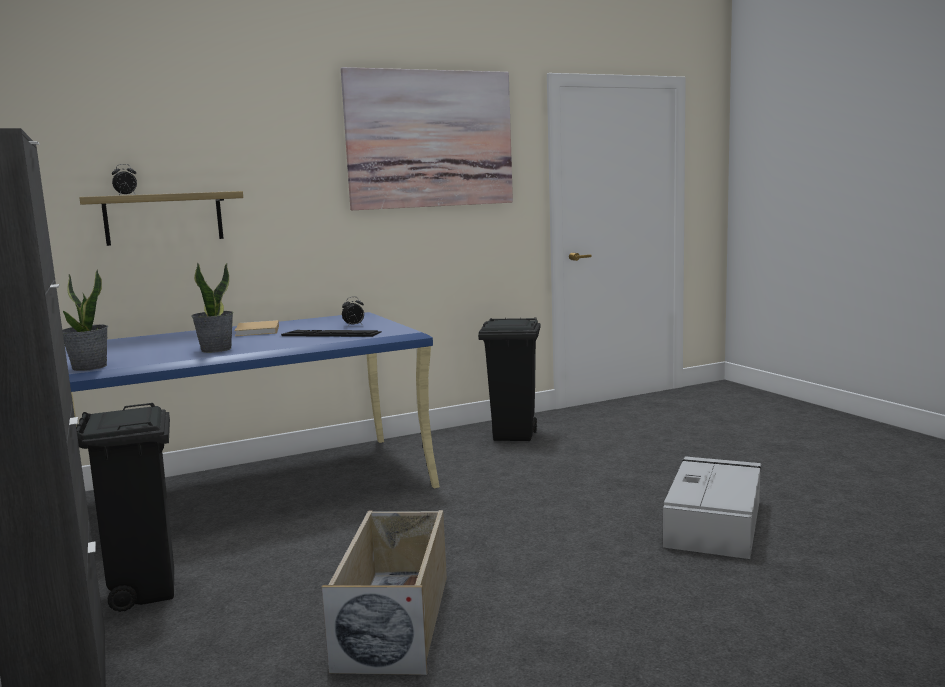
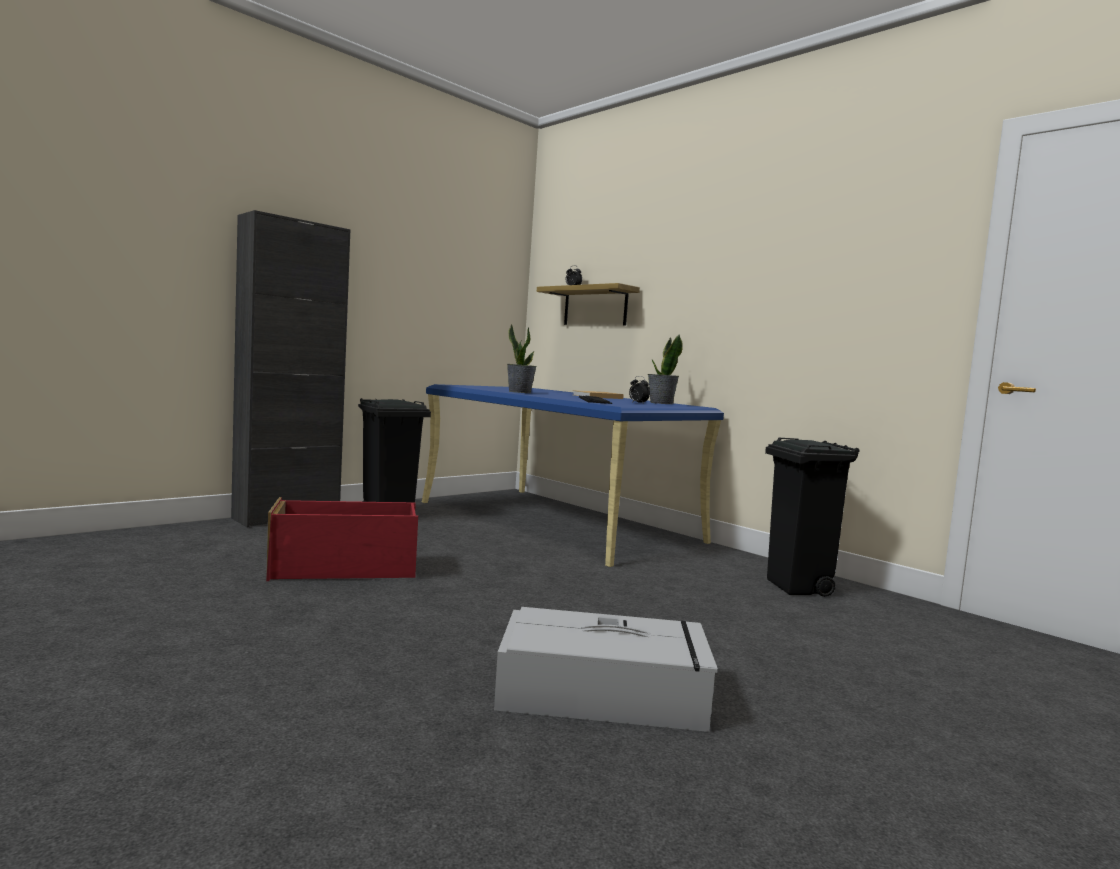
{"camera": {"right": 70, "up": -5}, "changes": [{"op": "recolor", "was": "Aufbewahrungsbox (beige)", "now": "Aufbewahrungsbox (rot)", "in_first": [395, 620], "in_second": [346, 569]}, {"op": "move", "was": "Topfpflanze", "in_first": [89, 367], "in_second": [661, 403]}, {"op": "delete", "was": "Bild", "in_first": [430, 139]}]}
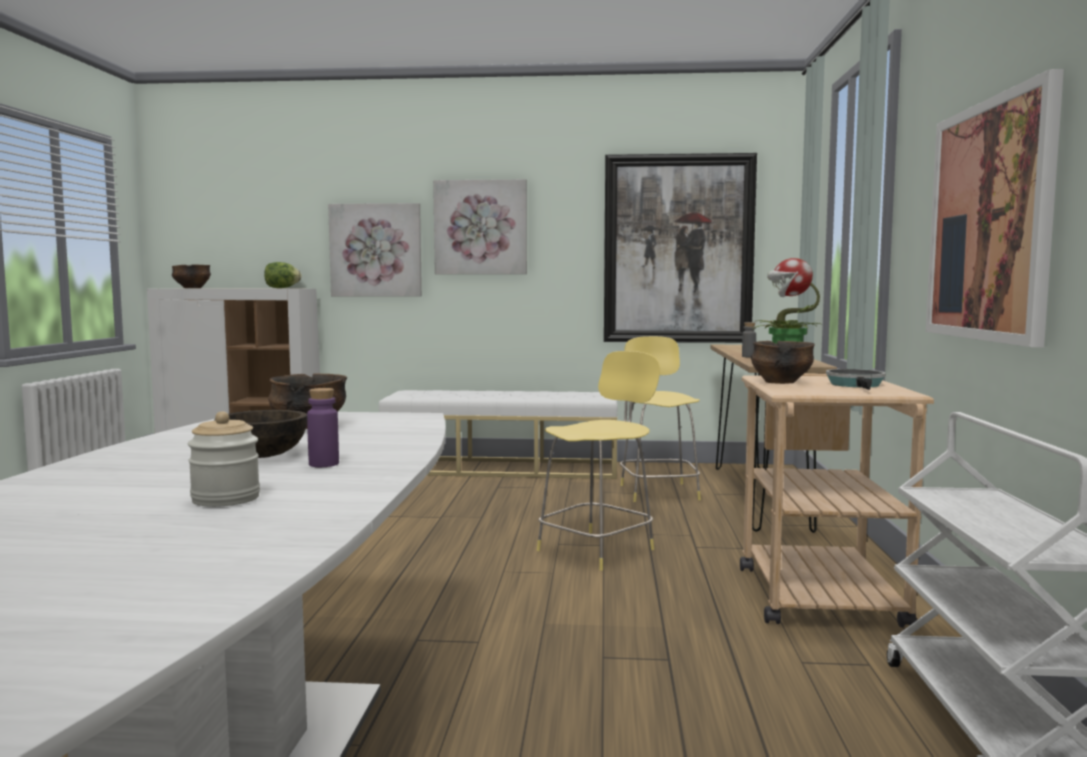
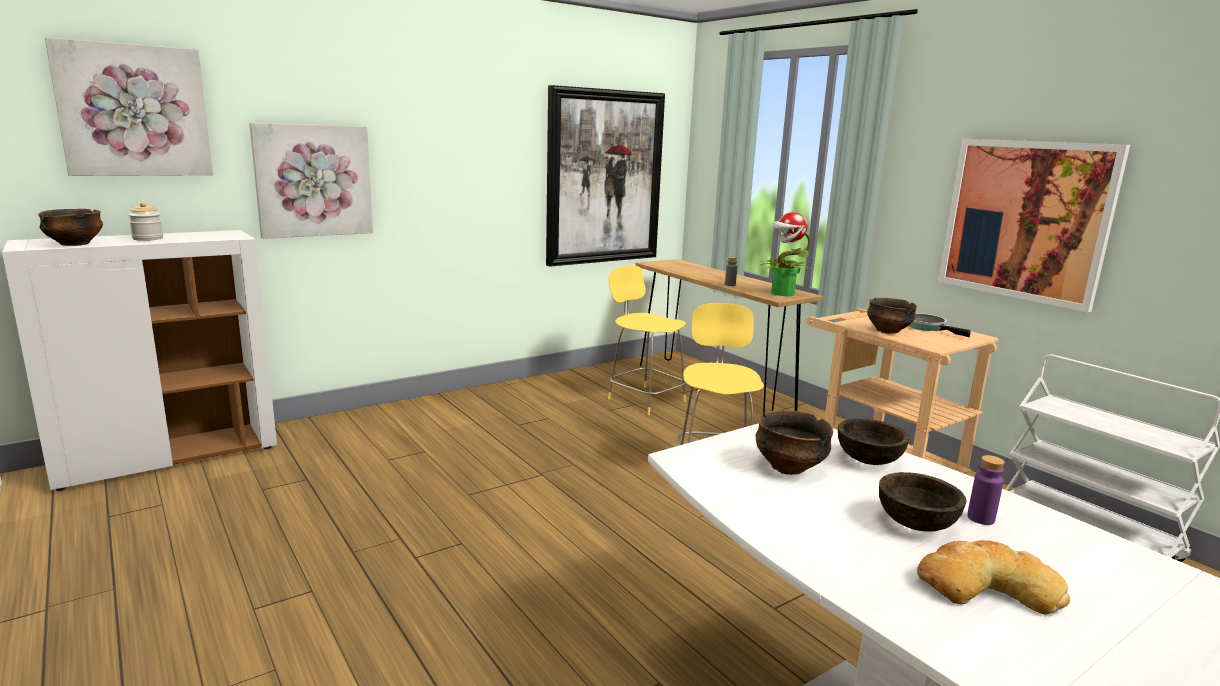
{"camera": {"right": -40, "up": 10}, "changes": [{"op": "move", "was": "Bild", "in_first": [480, 227], "in_second": [134, 111]}, {"op": "move", "was": "Vorratsglas", "in_first": [226, 499], "in_second": [148, 238]}, {"op": "insert", "now": "Schüssel (braun)", "in_second": [869, 460]}, {"op": "insert", "now": "Brot", "in_second": [986, 586]}, {"op": "delete", "was": "Salatkopf", "in_first": [281, 288]}, {"op": "delete", "was": "Bank (weiß)", "in_first": [502, 468]}]}
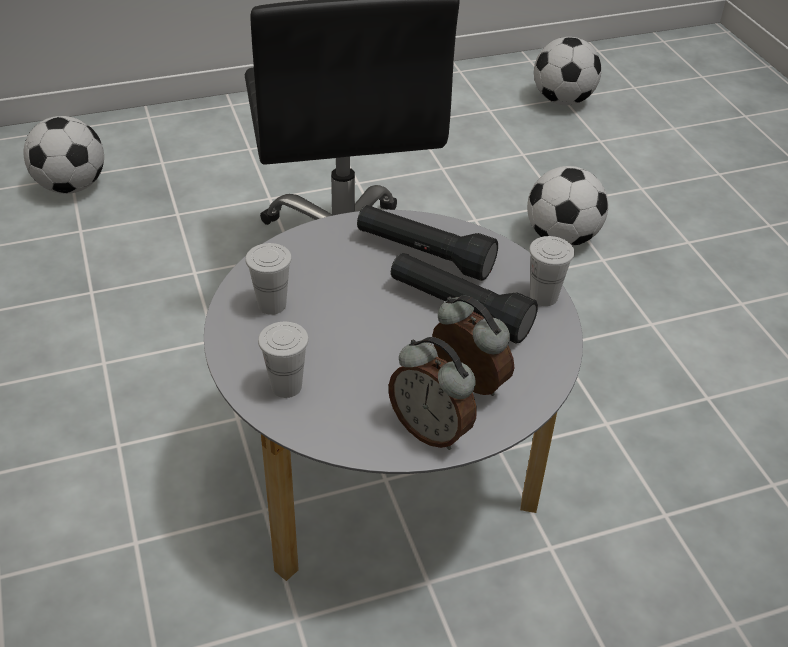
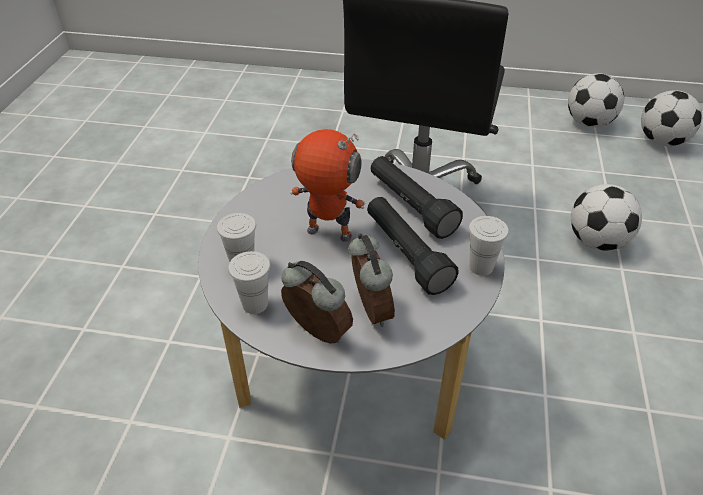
{"camera": {"right": 30, "up": 0}, "changes": [{"op": "move", "was": "Tasse (weiß)", "in_first": [272, 305], "in_second": [255, 304]}, {"op": "rotate", "was": "Wecker", "in_first": [431, 430], "in_second": [316, 334], "clockwise": 150}, {"op": "insert", "now": "Spielzeugroboter", "in_second": [328, 235]}, {"op": "move", "was": "Fußball", "in_first": [71, 186], "in_second": [588, 123]}]}
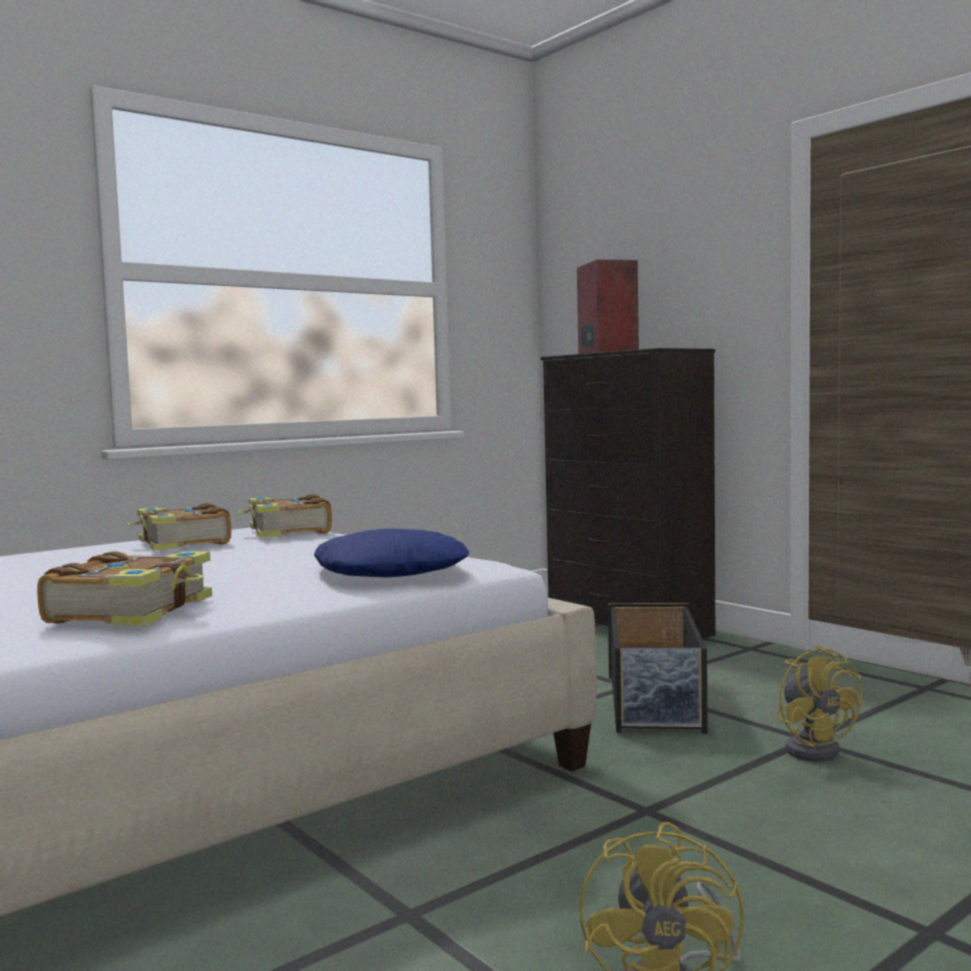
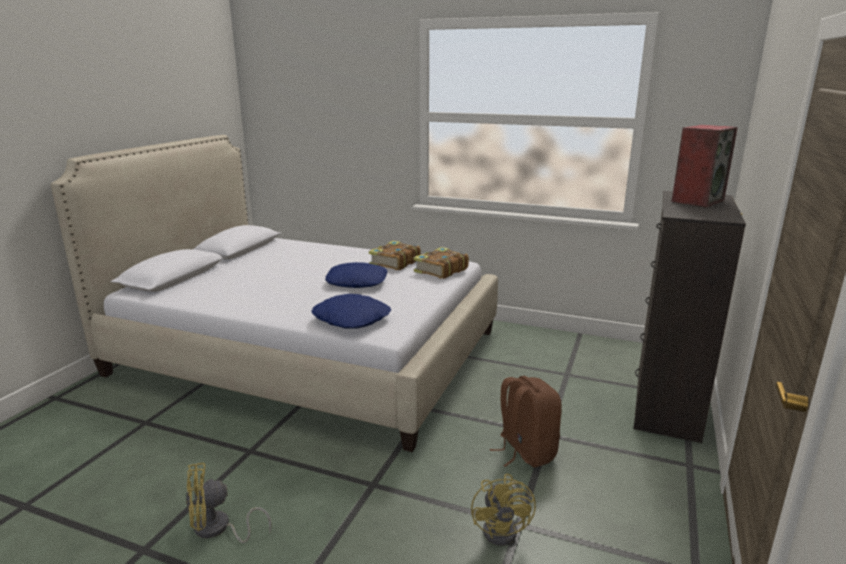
{"camera": {"right": 60, "up": 15}, "changes": [{"op": "insert", "now": "Kissen (blau)", "in_second": [357, 282]}, {"op": "rotate", "was": "Ventilator (gelb)", "in_first": [814, 748], "in_second": [505, 529], "clockwise": -45}, {"op": "replace", "was": "Aufbewahrungsbox (schwarz)", "now": "Rucksack (braun)", "in_first": [655, 704], "in_second": [525, 451]}, {"op": "delete", "was": "Buch", "in_first": [134, 611]}]}
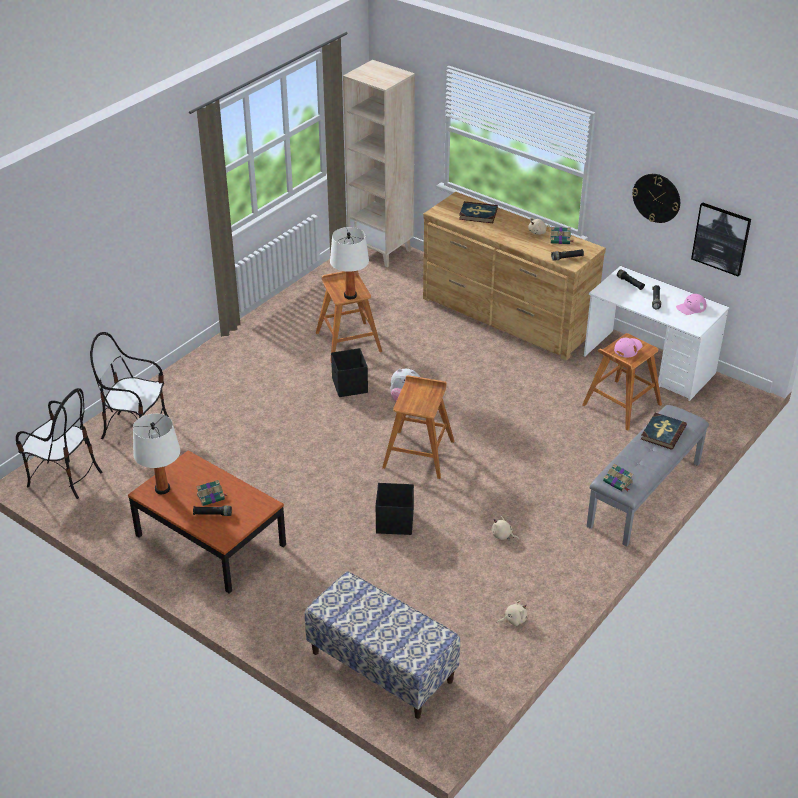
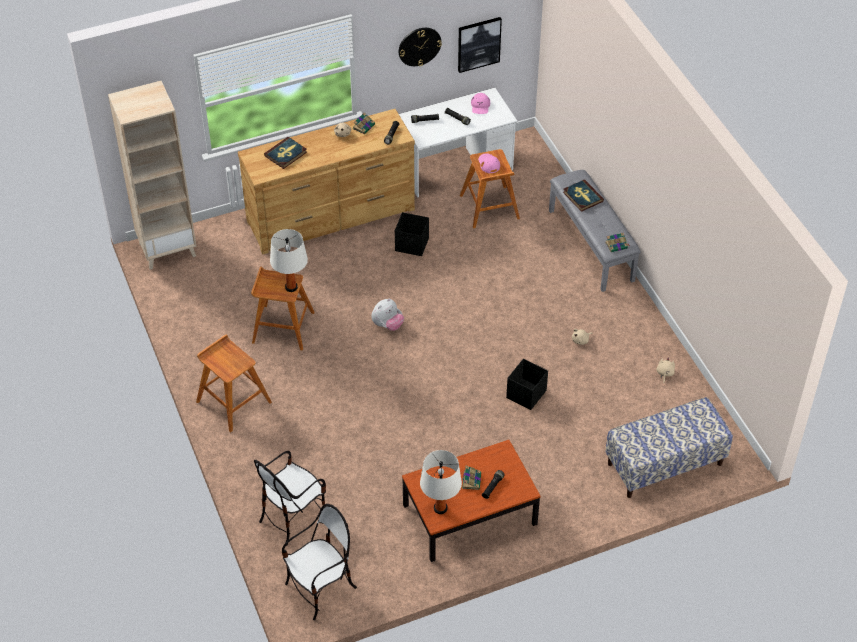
{"camera": {"right": -60, "up": 10}, "changes": [{"op": "move", "was": "Hocker (braun)", "in_first": [419, 453], "in_second": [233, 401]}, {"op": "move", "was": "Aufbewahrungsbox (schwarz)", "in_first": [349, 386], "in_second": [412, 245]}]}
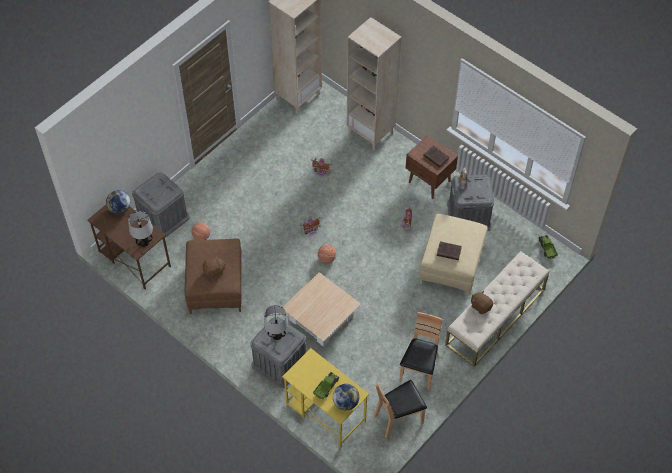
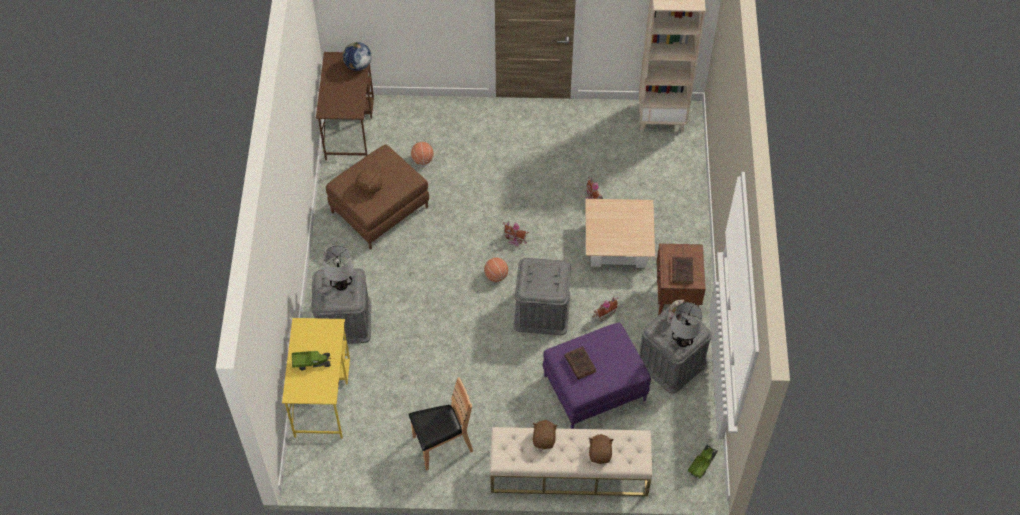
{"camera": {"right": 50, "up": 0}, "changes": [{"op": "move", "was": "Aufbewahrungsbox (grau)", "in_first": [163, 217], "in_second": [542, 310]}, {"op": "recolor", "was": "Polsterhocker (beige)", "now": "Polsterhocker (lila)", "in_first": [451, 265], "in_second": [594, 388]}, {"op": "move", "was": "Couchtisch (beige)", "in_first": [321, 318], "in_second": [618, 244]}, {"op": "insert", "now": "Plüschtier (braun)", "in_second": [600, 453]}, {"op": "move", "was": "Tischlampe", "in_first": [144, 242], "in_second": [683, 341]}, {"op": "delete", "was": "Globus", "in_first": [345, 402]}, {"op": "delete", "was": "Bücherregal (beige)", "in_first": [371, 133]}, {"op": "delete", "was": "Stuhl (braun)", "in_first": [398, 418]}]}
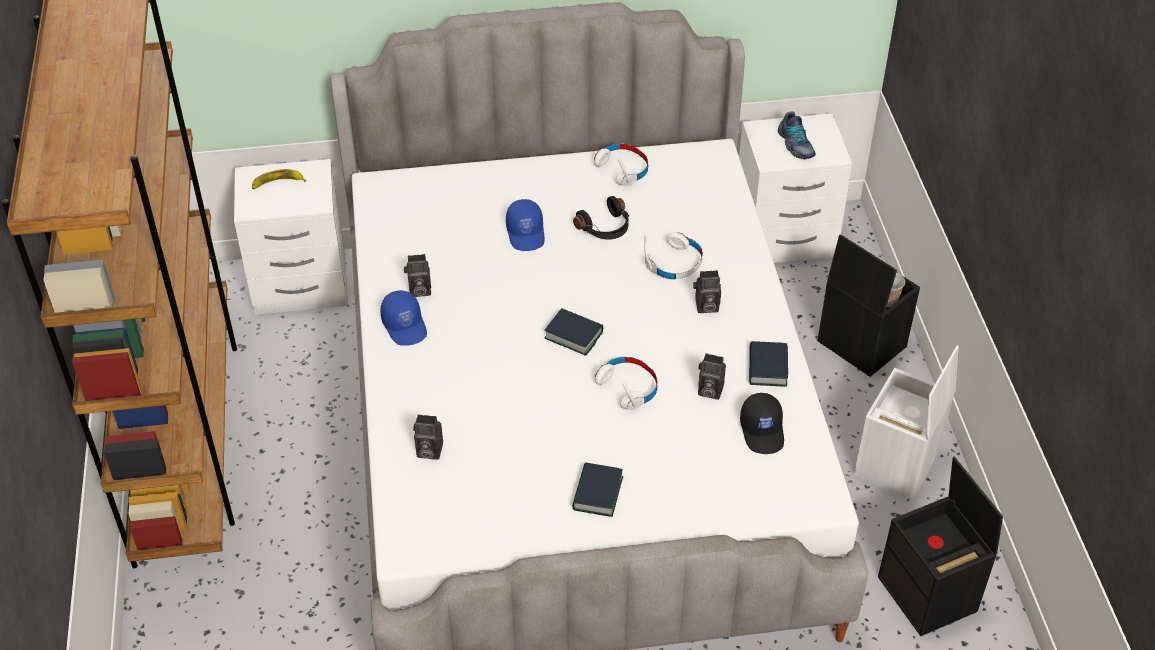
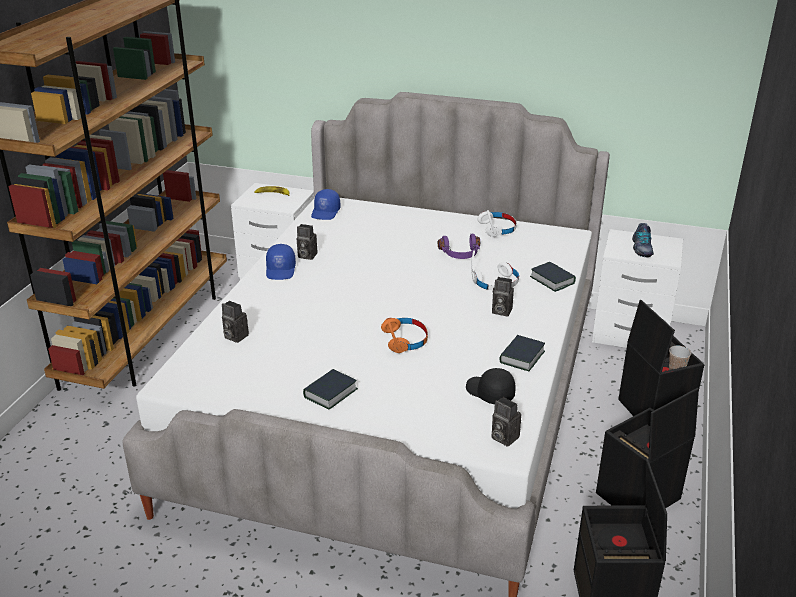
{"camera": {"right": 25, "up": -15}, "changes": [{"op": "move", "was": "Kappe (blau)", "in_first": [526, 233], "in_second": [326, 212]}, {"op": "recolor", "was": "Kopfhörer (weiß)", "now": "Kopfhörer (orange)", "in_first": [628, 387], "in_second": [405, 340]}, {"op": "recolor", "was": "Kopfhörer (schwarz)", "now": "Kopfhörer (lila)", "in_first": [606, 228], "in_second": [460, 254]}, {"op": "rotate", "was": "Kappe (schwarz)", "in_first": [763, 431], "in_second": [489, 393], "clockwise": 120}, {"op": "move", "was": "Kamera", "in_first": [708, 391], "in_second": [503, 437]}, {"op": "move", "was": "Buch", "in_first": [573, 335], "in_second": [552, 280]}, {"op": "recolor", "was": "Aufbewahrungsbox (weiß)", "now": "Aufbewahrungsbox (schwarz)", "in_first": [897, 465], "in_second": [638, 497]}]}
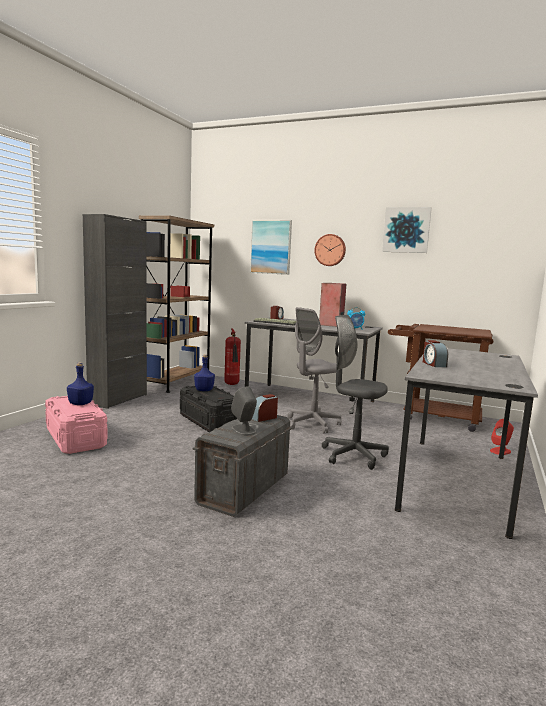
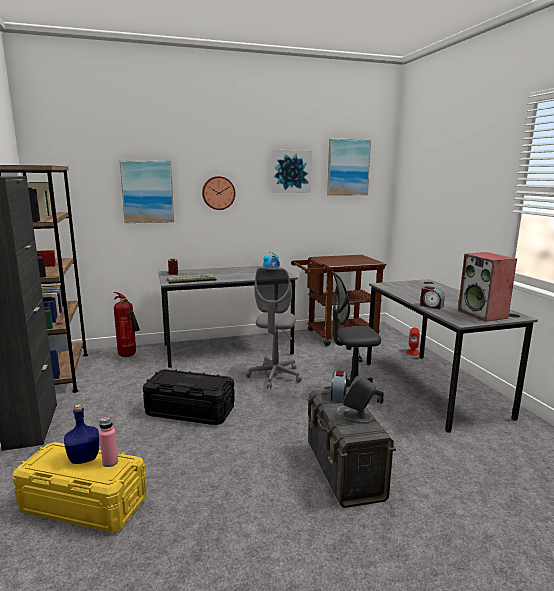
{"camera": {"right": -40, "up": 5}, "changes": [{"op": "recolor", "was": "Aufbewahrungsbox (rosa)", "now": "Aufbewahrungsbox (gelb)", "in_first": [75, 437], "in_second": [84, 504]}, {"op": "insert", "now": "Flasche (rosa)", "in_second": [110, 462]}, {"op": "insert", "now": "Bild", "in_second": [348, 167]}, {"op": "move", "was": "Lautsprecher", "in_first": [331, 324], "in_second": [483, 314]}, {"op": "delete", "was": "Flasche (blau)", "in_first": [203, 390]}]}
